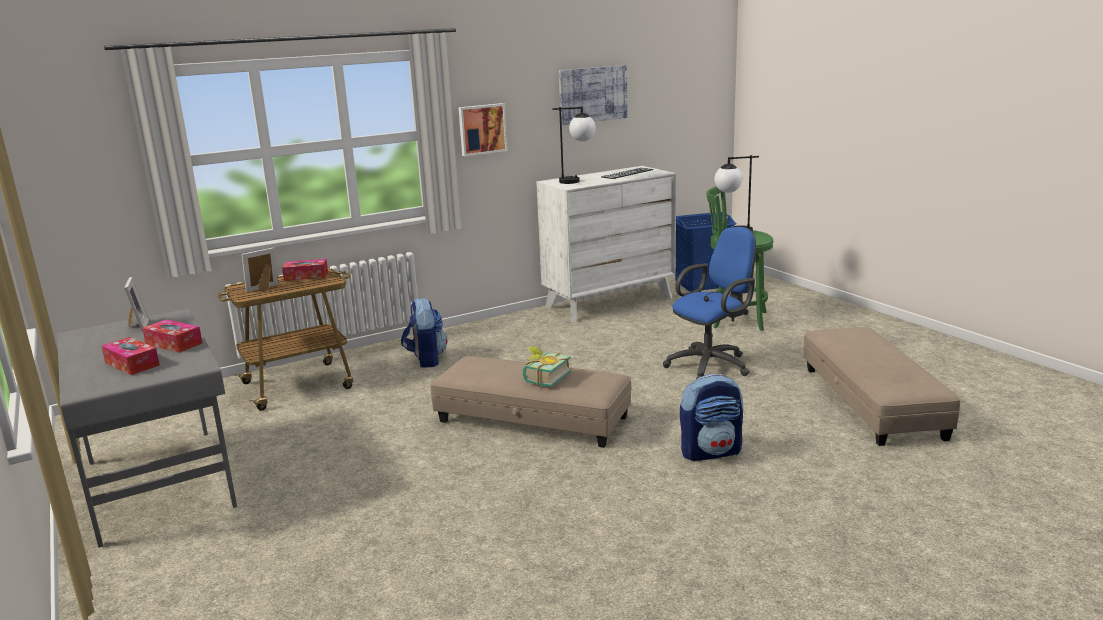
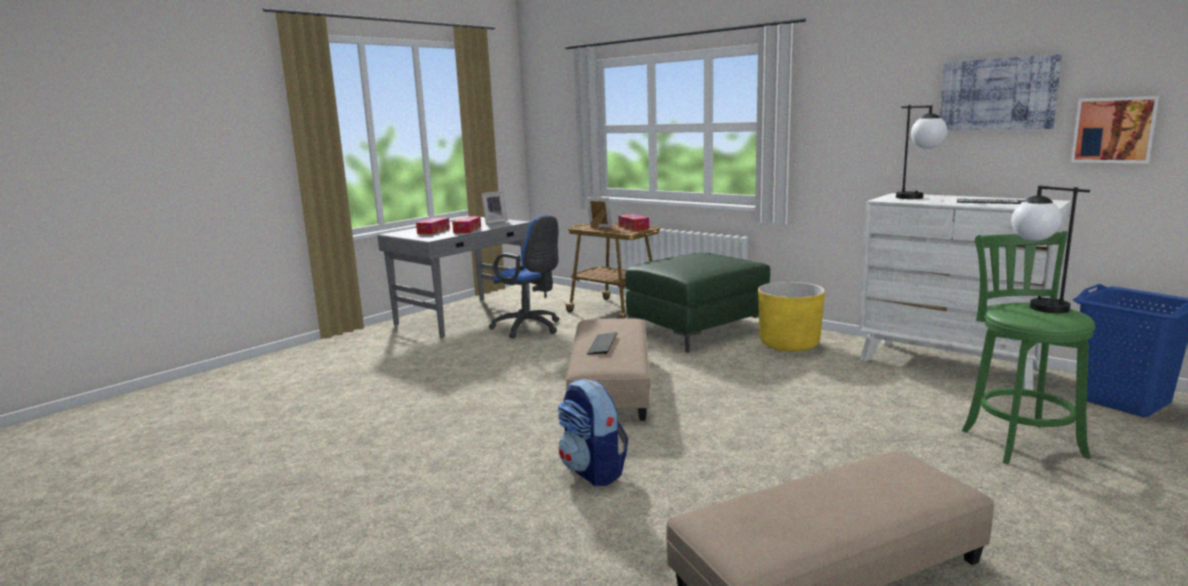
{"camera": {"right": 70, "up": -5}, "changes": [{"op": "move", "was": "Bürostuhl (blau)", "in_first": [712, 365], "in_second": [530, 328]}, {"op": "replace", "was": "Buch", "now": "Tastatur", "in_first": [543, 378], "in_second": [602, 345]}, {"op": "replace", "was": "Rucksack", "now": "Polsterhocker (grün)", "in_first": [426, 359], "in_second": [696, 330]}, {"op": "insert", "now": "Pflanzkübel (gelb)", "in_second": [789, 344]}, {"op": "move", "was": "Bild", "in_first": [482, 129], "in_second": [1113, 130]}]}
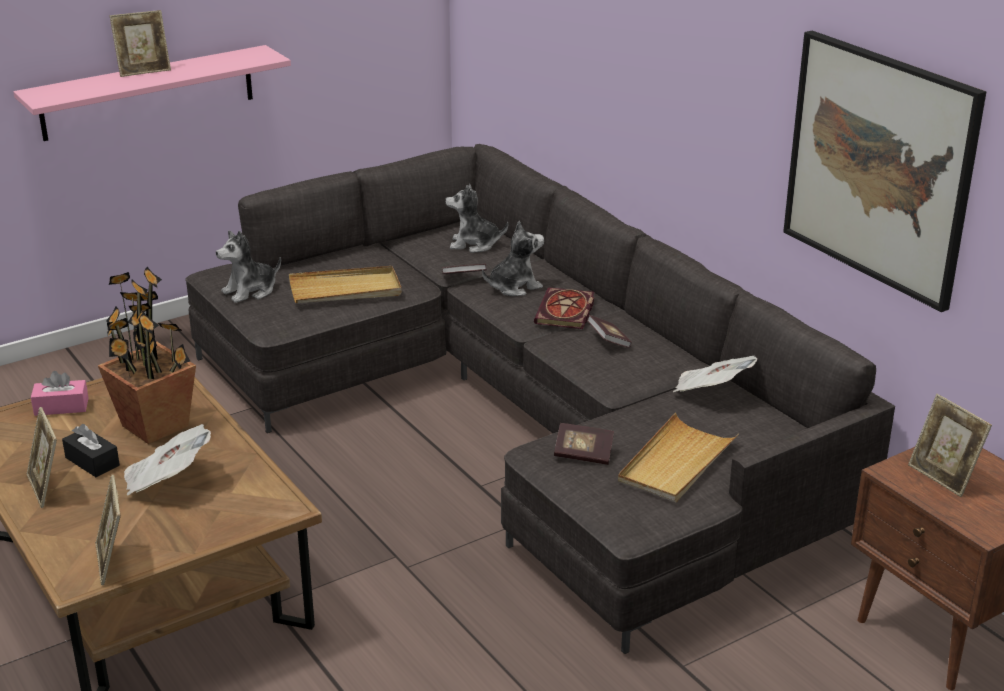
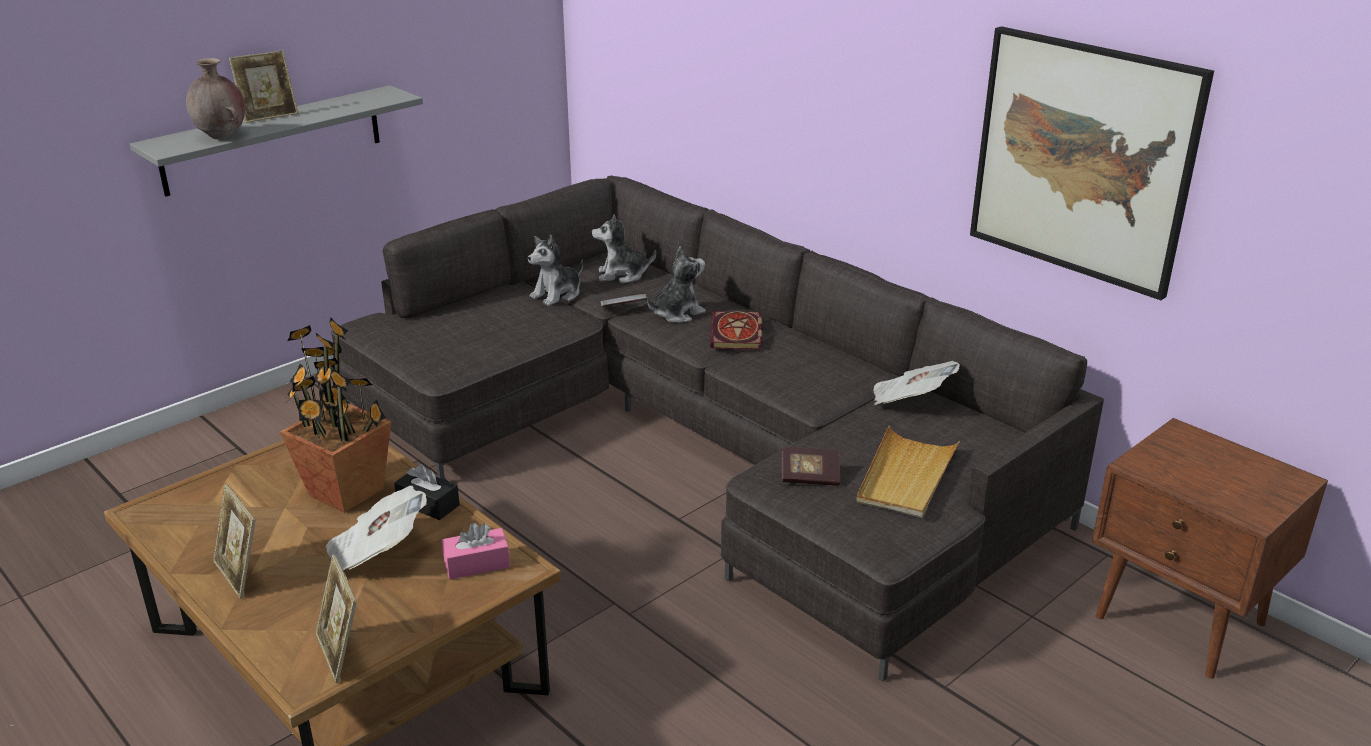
{"camera": {"right": -10, "up": 0}, "changes": [{"op": "recolor", "was": "Wandregal (rosa)", "now": "Wandregal (grau)", "in_first": [148, 93], "in_second": [273, 140]}, {"op": "insert", "now": "Vase (braun)", "in_second": [222, 137]}, {"op": "move", "was": "Taschentuchbox (schwarz)", "in_first": [92, 462], "in_second": [428, 504]}, {"op": "move", "was": "Taschentuchbox (rosa)", "in_first": [61, 407], "in_second": [477, 564]}, {"op": "move", "was": "Plüschtier", "in_first": [250, 291], "in_second": [557, 294]}, {"op": "delete", "was": "Tablett (beige)", "in_first": [345, 290]}, {"op": "delete", "was": "Buch", "in_first": [608, 341]}, {"op": "delete", "was": "Bilderrahmen", "in_first": [943, 477]}]}
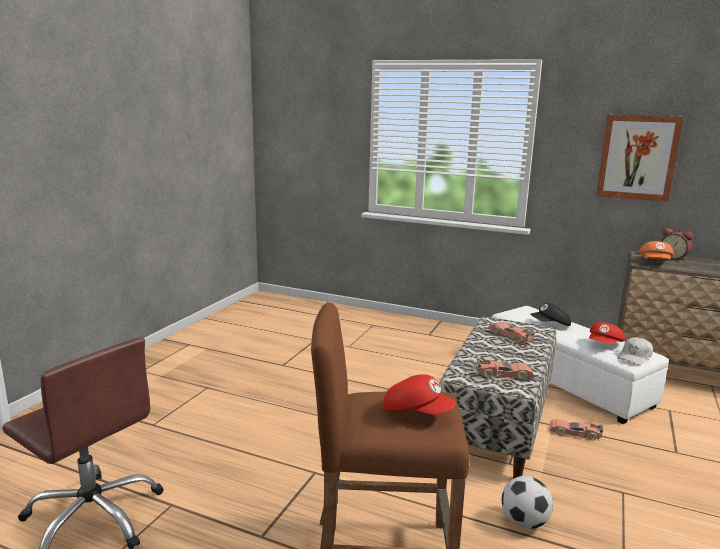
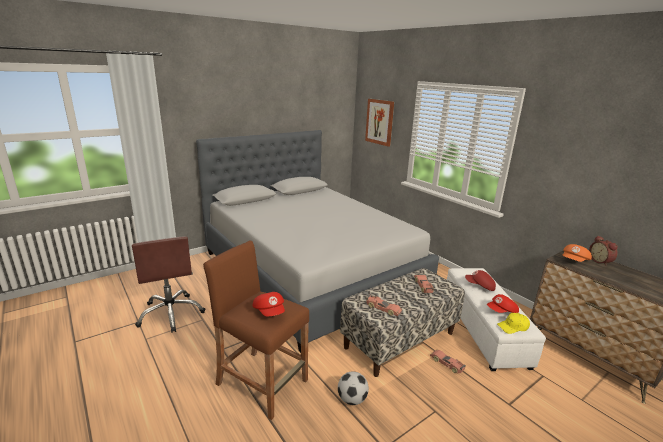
{"camera": {"right": 30, "up": 5}, "changes": [{"op": "insert", "now": "Bett (grau)", "in_second": [311, 272]}, {"op": "move", "was": "Bild", "in_first": [637, 157], "in_second": [379, 122]}, {"op": "recolor", "was": "Kappe (schwarz)", "now": "Kappe (rot)", "in_first": [550, 324], "in_second": [480, 286]}, {"op": "recolor", "was": "Kappe (weiß)", "now": "Kappe (gelb)", "in_first": [635, 357], "in_second": [513, 327]}]}
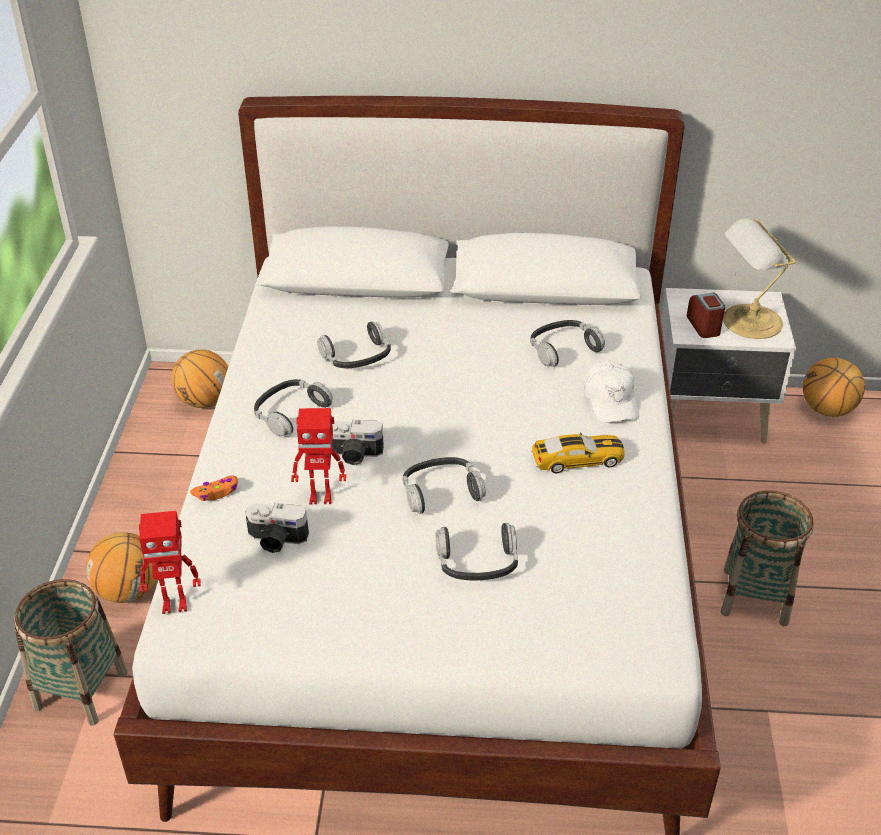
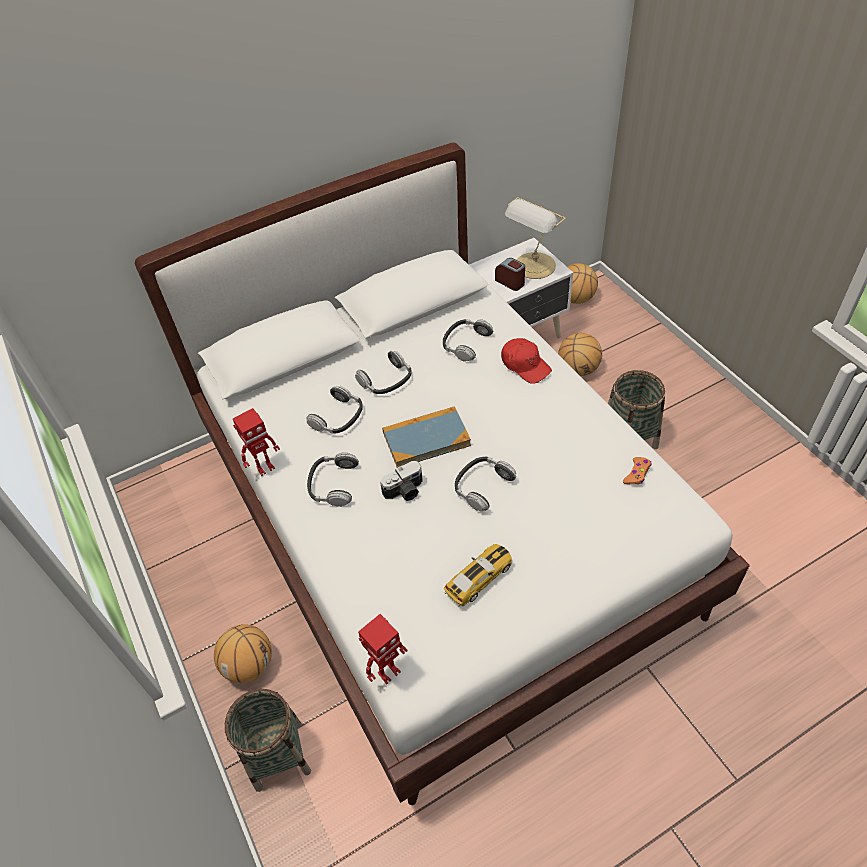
{"camera": {"right": -30, "up": 10}, "changes": [{"op": "move", "was": "Spielzeugroboter", "in_first": [320, 497], "in_second": [265, 467]}, {"op": "move", "was": "Kopfhörer", "in_first": [477, 562], "in_second": [386, 380]}, {"op": "insert", "now": "Buch", "in_second": [426, 439]}, {"op": "move", "was": "Spielzeugauto", "in_first": [578, 459], "in_second": [479, 578]}, {"op": "recolor", "was": "Kappe (weiß)", "now": "Kappe (rot)", "in_first": [611, 400], "in_second": [525, 365]}, {"op": "move", "was": "Basketball", "in_first": [204, 401], "in_second": [578, 369]}, {"op": "move", "was": "Gamepad (orange)", "in_first": [217, 492], "in_second": [637, 474]}, {"op": "delete", "was": "Kamera", "in_first": [276, 540]}]}
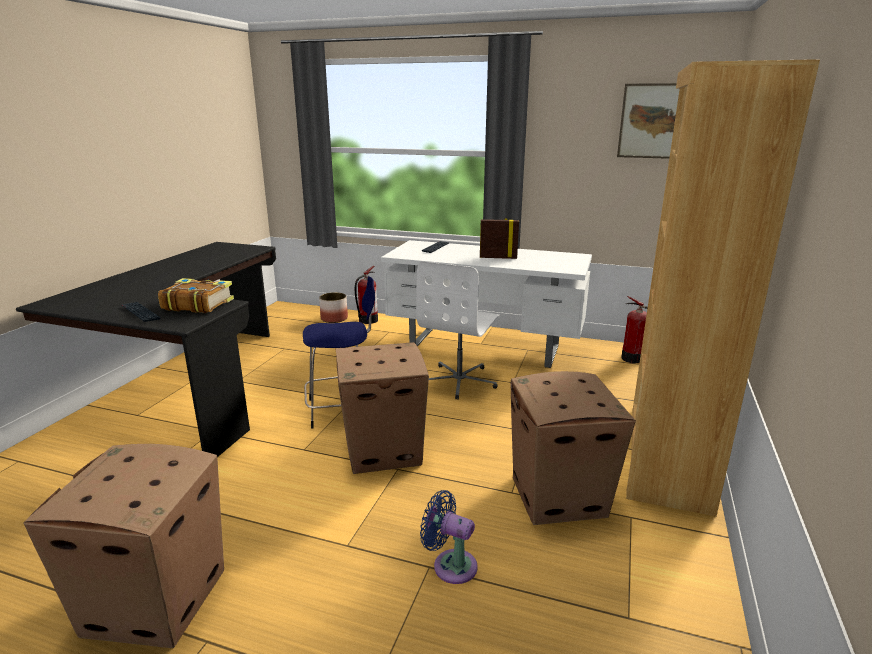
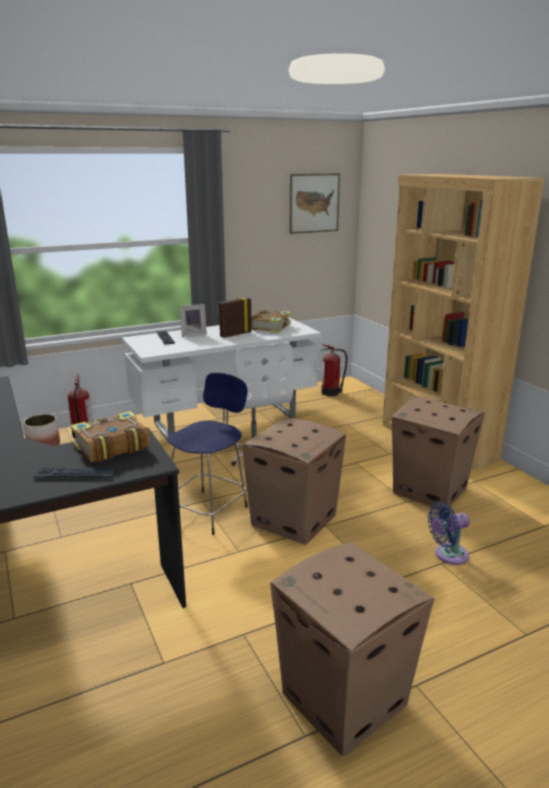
{"camera": {"right": -45, "up": 0}, "changes": [{"op": "insert", "now": "Bilderrahmen", "in_second": [193, 334]}, {"op": "insert", "now": "Buch", "in_second": [271, 327]}]}
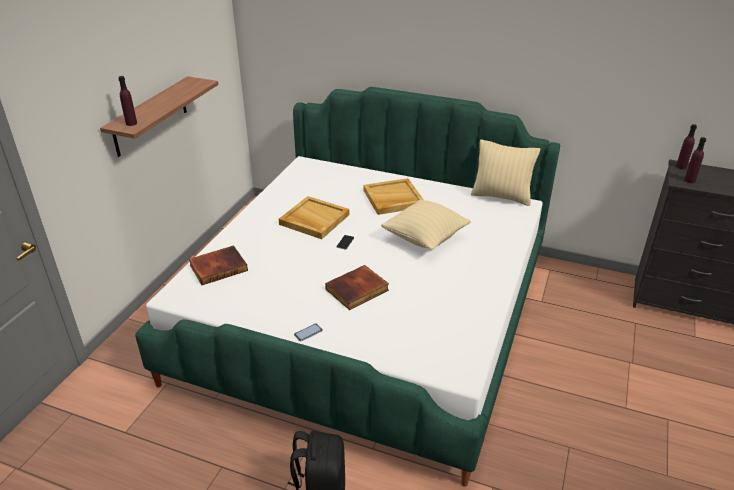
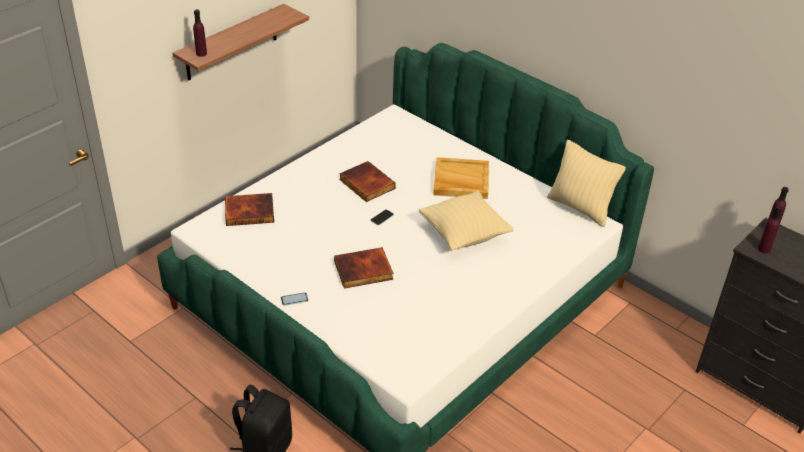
{"camera": {"right": 20, "up": 5}, "changes": [{"op": "replace", "was": "Tablett (beige)", "now": "Buch", "in_first": [313, 219], "in_second": [366, 184]}]}
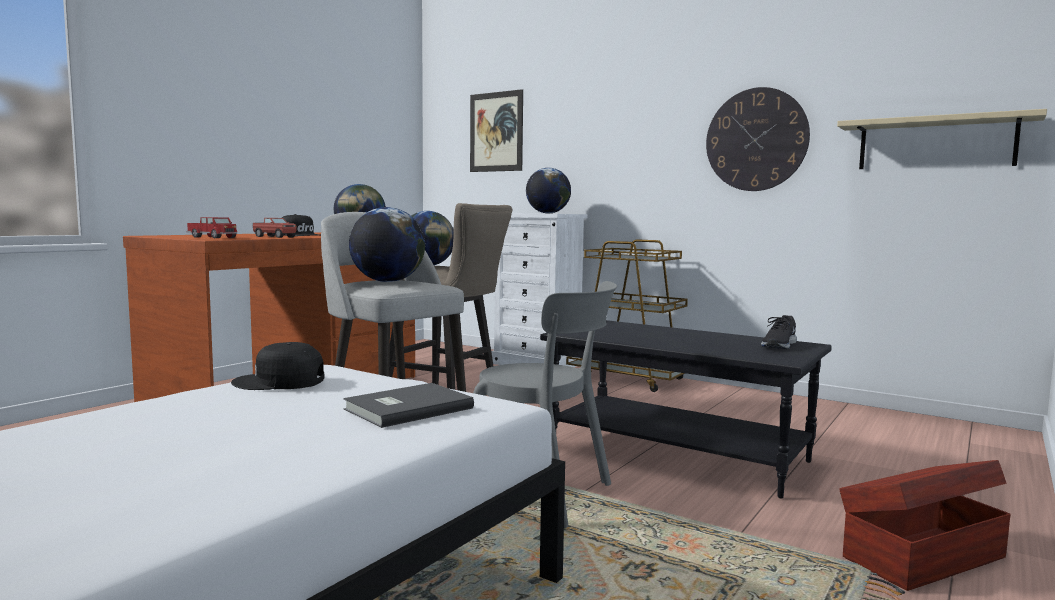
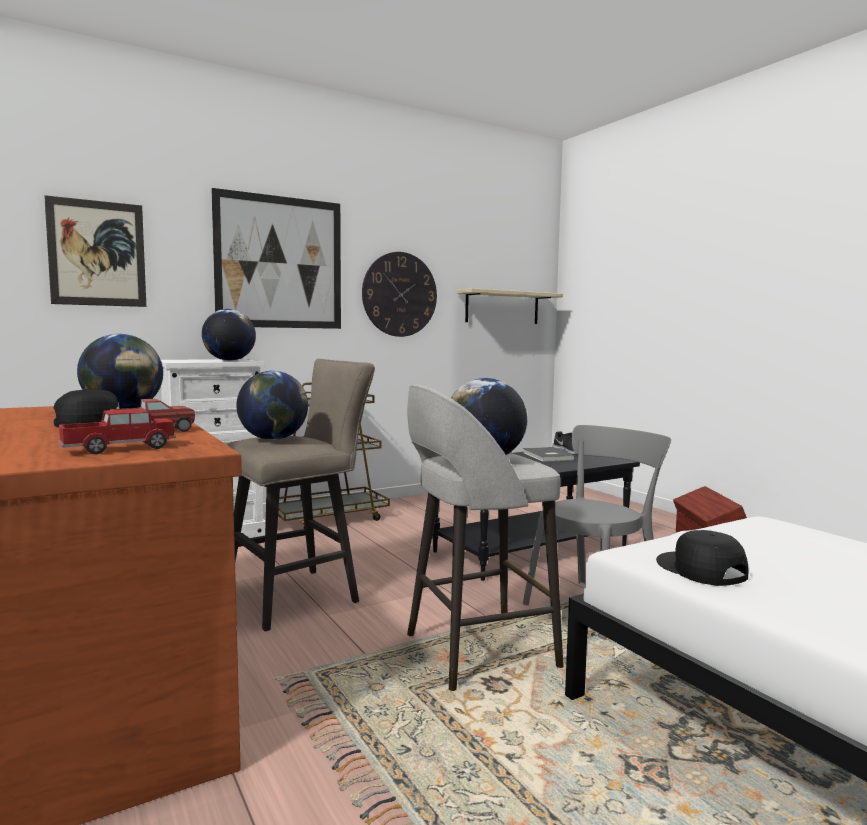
{"camera": {"right": -65, "up": 0}, "changes": [{"op": "insert", "now": "Bild", "in_second": [279, 262]}, {"op": "move", "was": "Buch (grau)", "in_first": [405, 408], "in_second": [546, 456]}, {"op": "rotate", "was": "Kappe (schwarz)", "in_first": [279, 382], "in_second": [700, 569], "clockwise": 135}]}
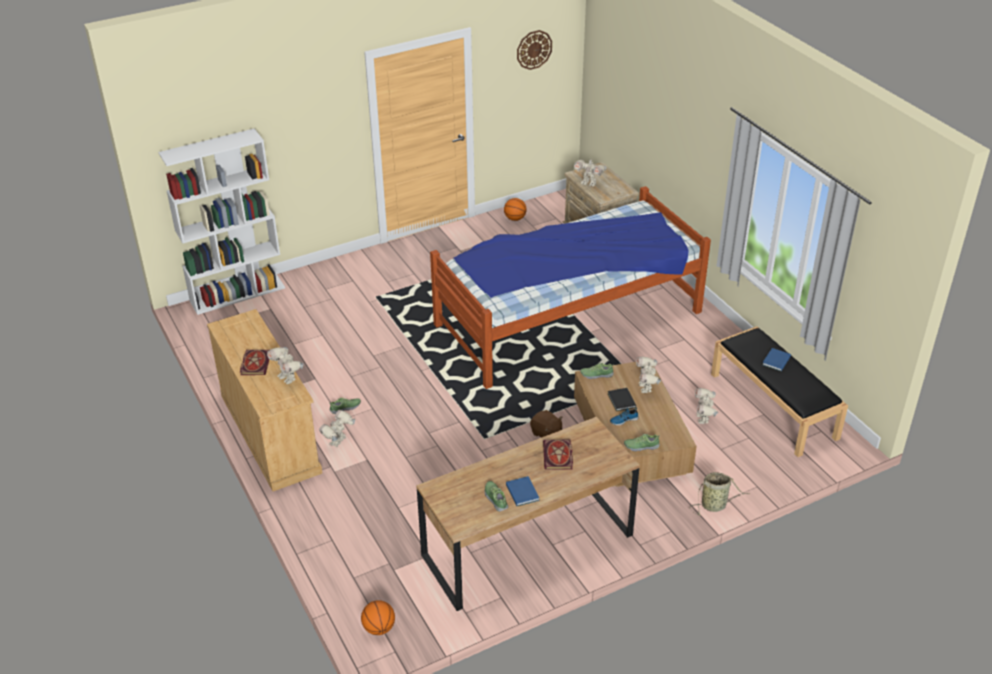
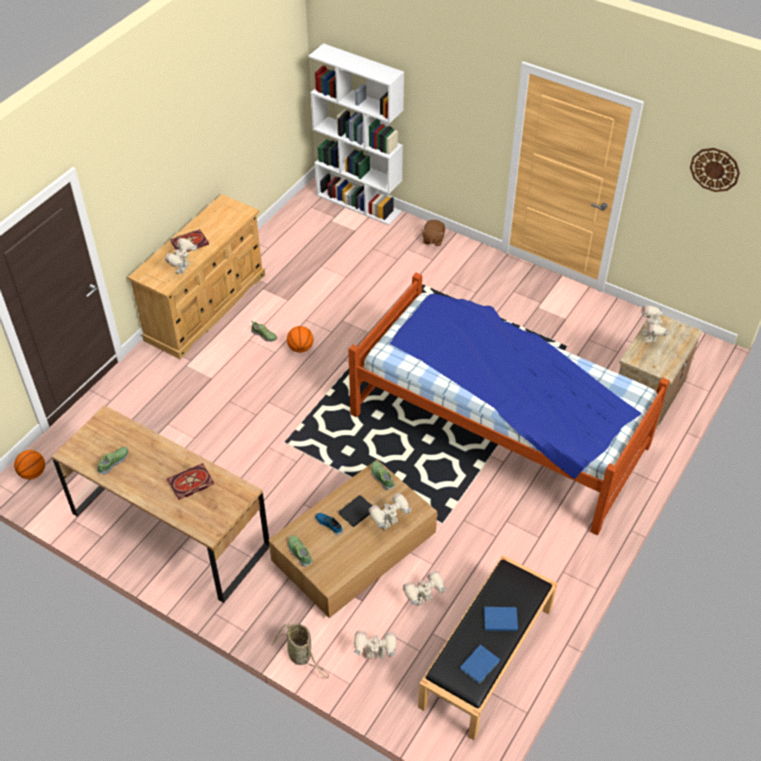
{"camera": {"right": 60, "up": 10}, "changes": [{"op": "move", "was": "Basketball", "in_first": [515, 218], "in_second": [300, 348]}, {"op": "move", "was": "Spielzeugroboter", "in_first": [339, 441], "in_second": [375, 655]}, {"op": "move", "was": "Plüschtier (braun)", "in_first": [546, 433], "in_second": [433, 239]}, {"op": "move", "was": "Buch (blau)", "in_first": [522, 491], "in_second": [480, 664]}]}
